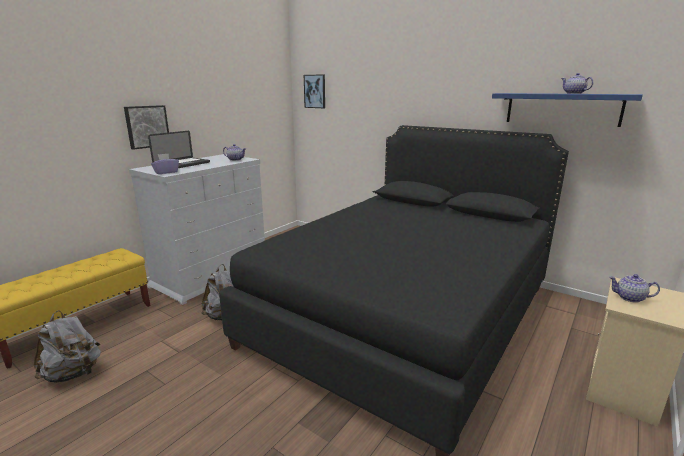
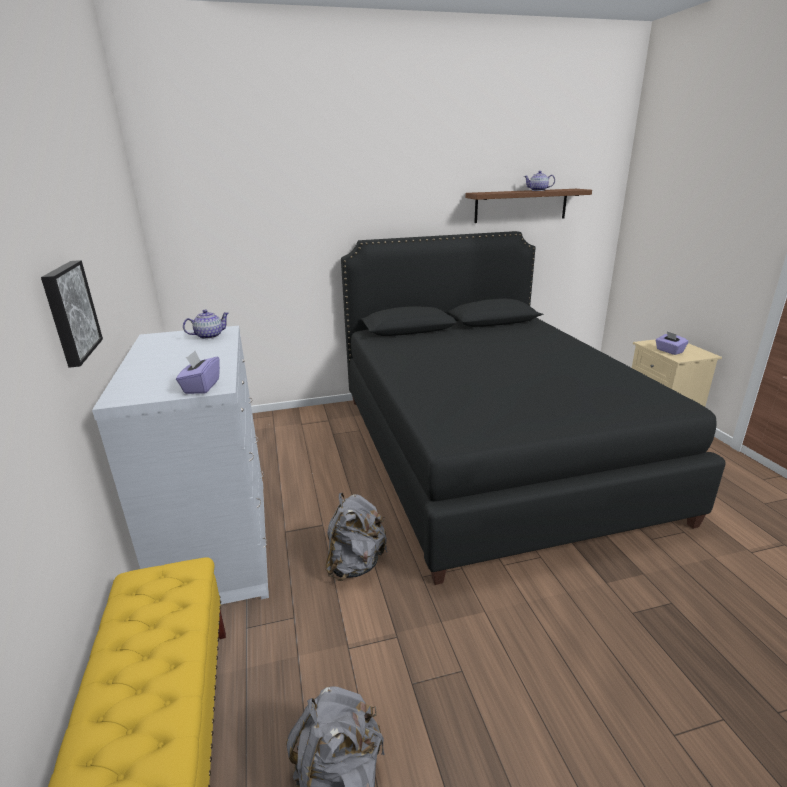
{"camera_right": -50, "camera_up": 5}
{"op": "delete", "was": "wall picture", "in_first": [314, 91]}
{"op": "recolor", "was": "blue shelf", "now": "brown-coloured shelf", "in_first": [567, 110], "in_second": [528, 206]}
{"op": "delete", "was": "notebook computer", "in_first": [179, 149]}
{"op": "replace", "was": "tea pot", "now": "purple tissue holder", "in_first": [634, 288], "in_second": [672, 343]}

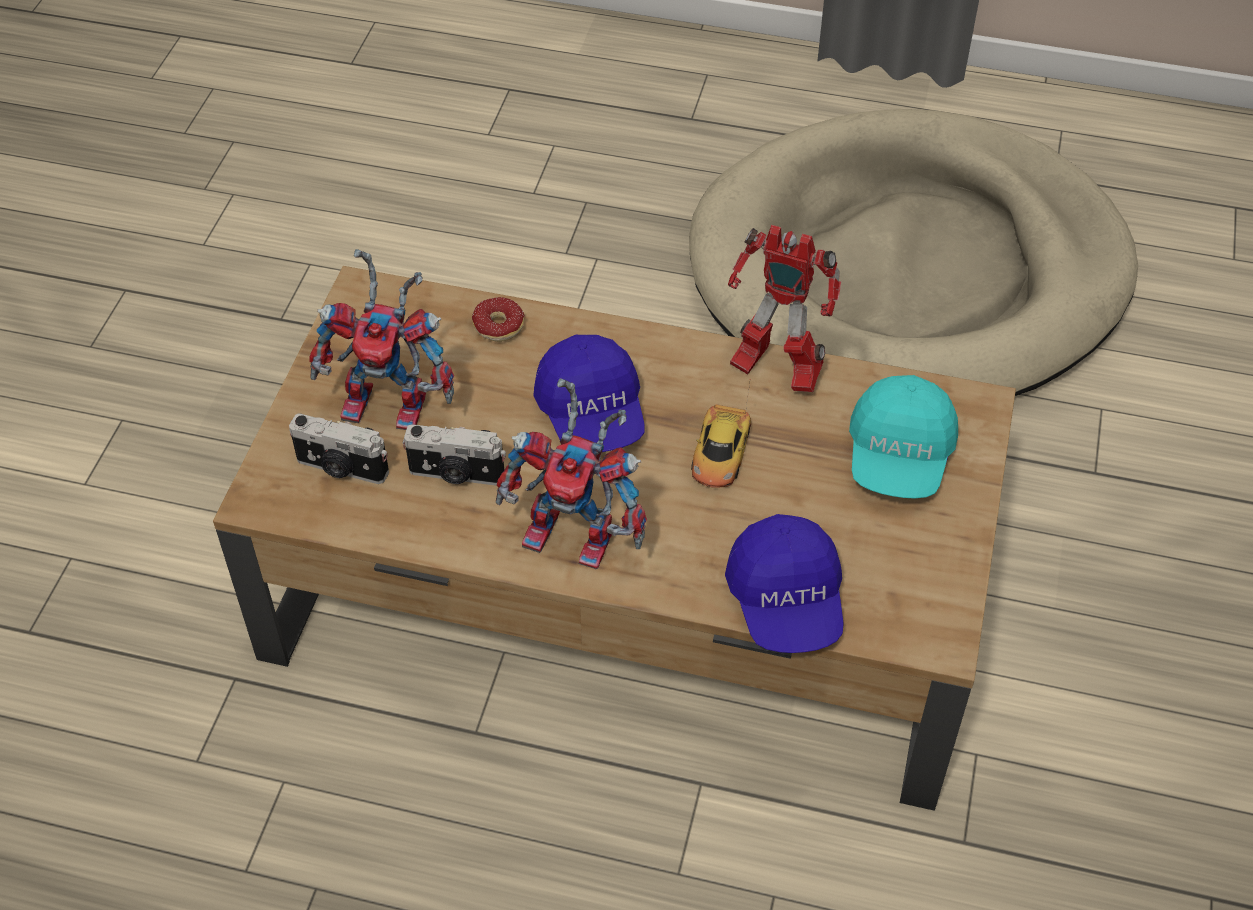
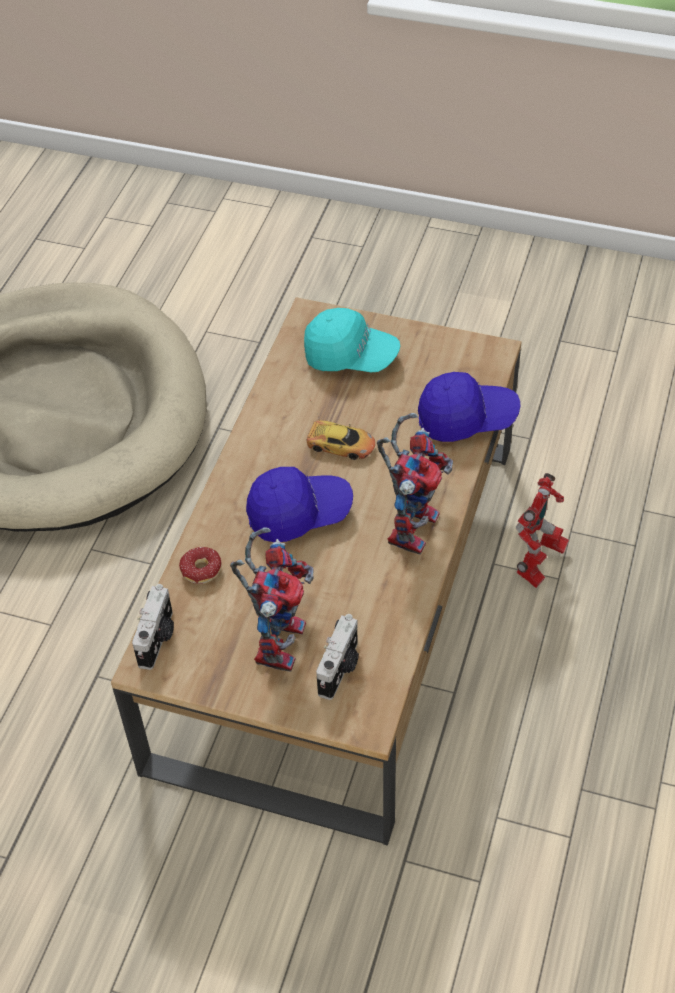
{"camera_right": -85, "camera_up": 0}
{"op": "move", "was": "toy robot", "in_first": [784, 308], "in_second": [542, 530]}
{"op": "move", "was": "still camera", "in_first": [454, 455], "in_second": [153, 627]}

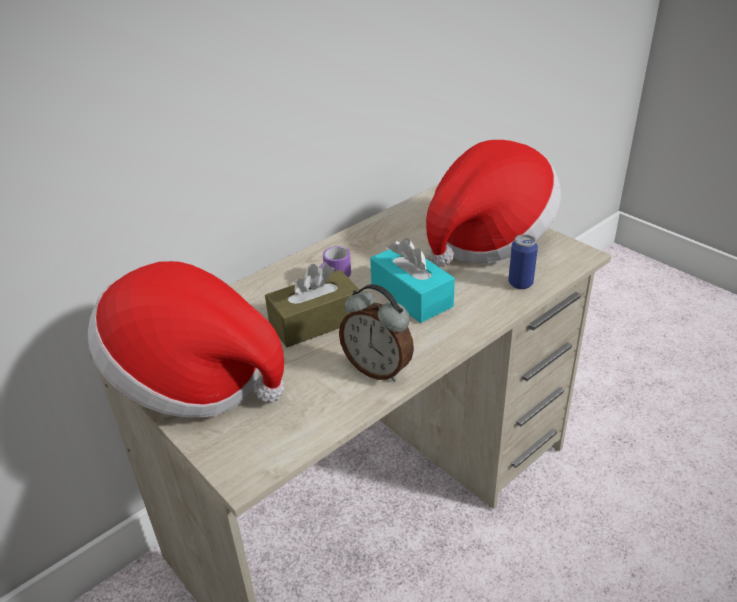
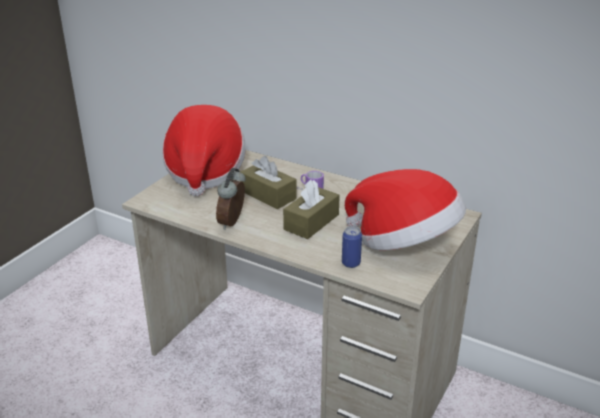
{"camera_right": 70, "camera_up": -5}
{"op": "recolor", "was": "blue-green tissue holder", "now": "brown-coloured tissue holder", "in_first": [412, 280], "in_second": [311, 209]}

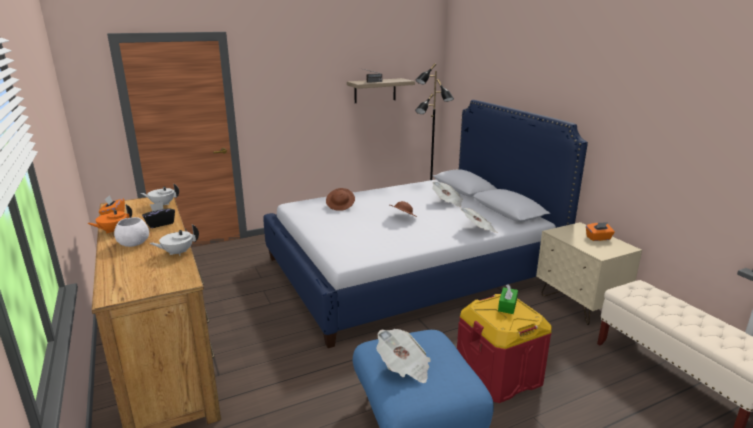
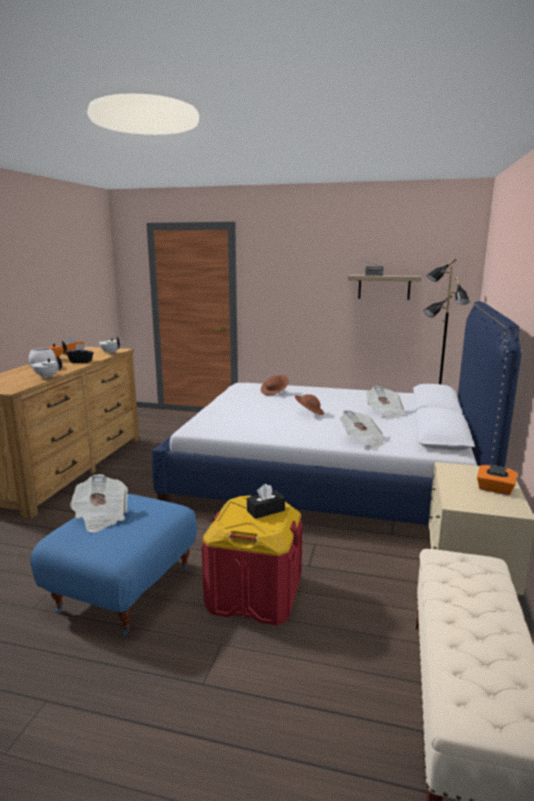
{"camera_right": 40, "camera_up": -5}
{"op": "recolor", "was": "green tissue holder", "now": "black-coloured tissue holder", "in_first": [508, 299], "in_second": [266, 501]}

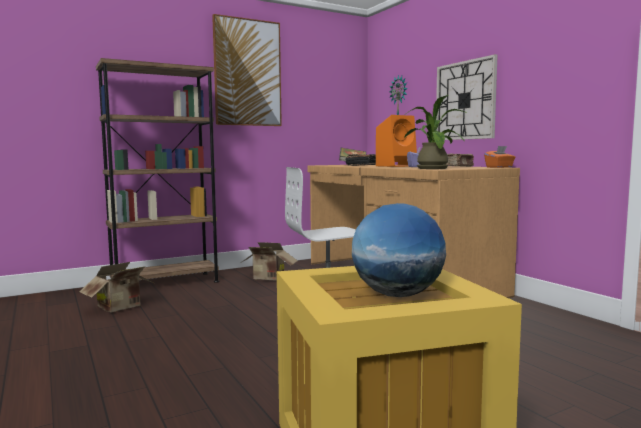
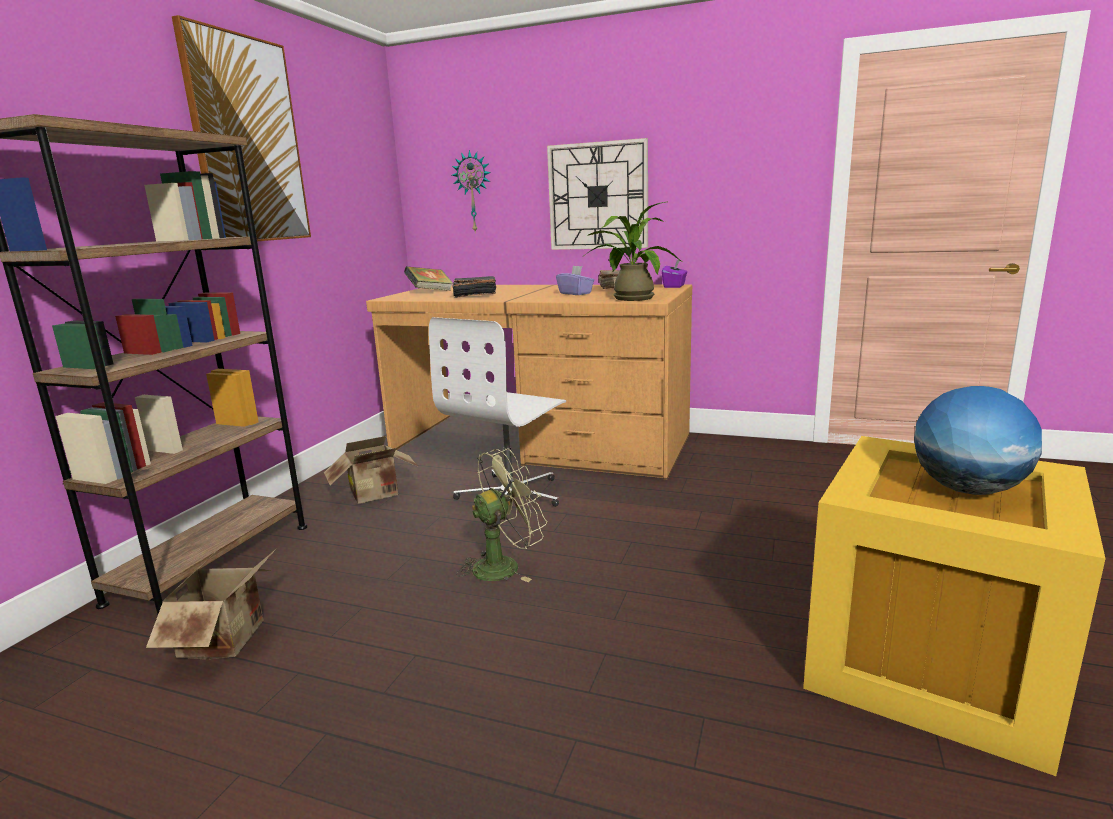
{"camera_right": -40, "camera_up": 10}
{"op": "delete", "was": "orangey audio speaker", "in_first": [396, 141]}
{"op": "recolor", "was": "orangey tissue holder", "now": "purple tissue holder", "in_first": [499, 157], "in_second": [674, 274]}
{"op": "insert", "now": "green fan", "in_second": [501, 515]}

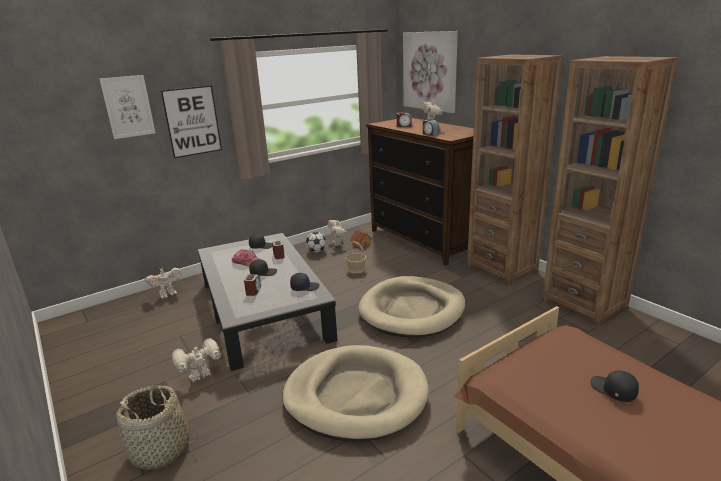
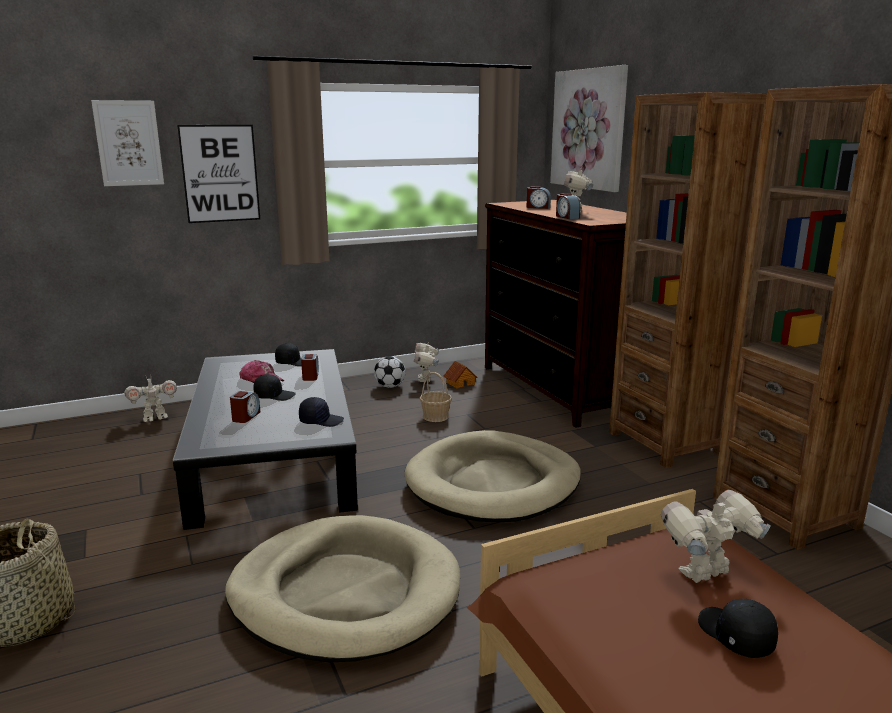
{"camera_right": 10, "camera_up": -5}
{"op": "move", "was": "toy robot", "in_first": [197, 360], "in_second": [716, 536]}

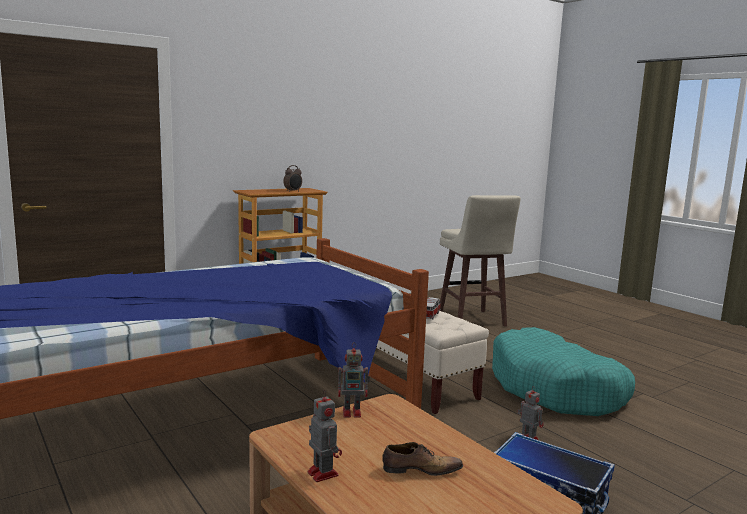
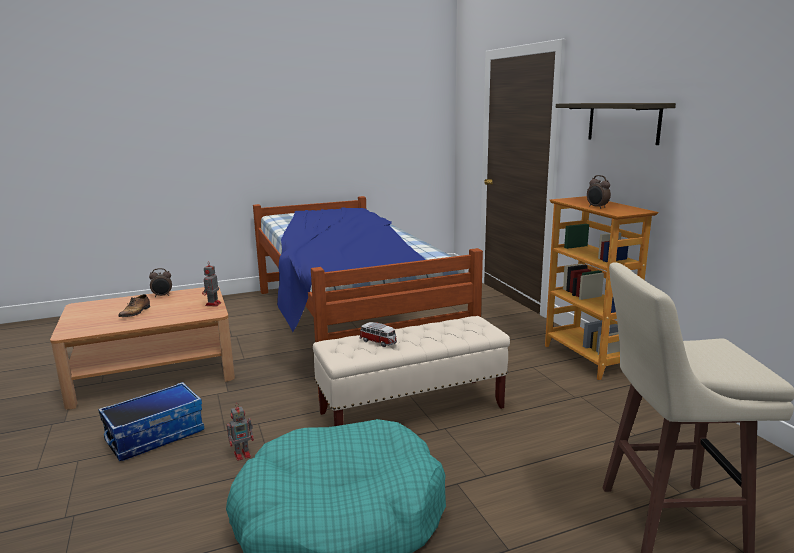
{"camera_right": 105, "camera_up": 5}
{"op": "replace", "was": "toy robot", "now": "bedside clock", "in_first": [325, 436], "in_second": [160, 282]}
{"op": "insert", "now": "shelf", "in_second": [616, 124]}

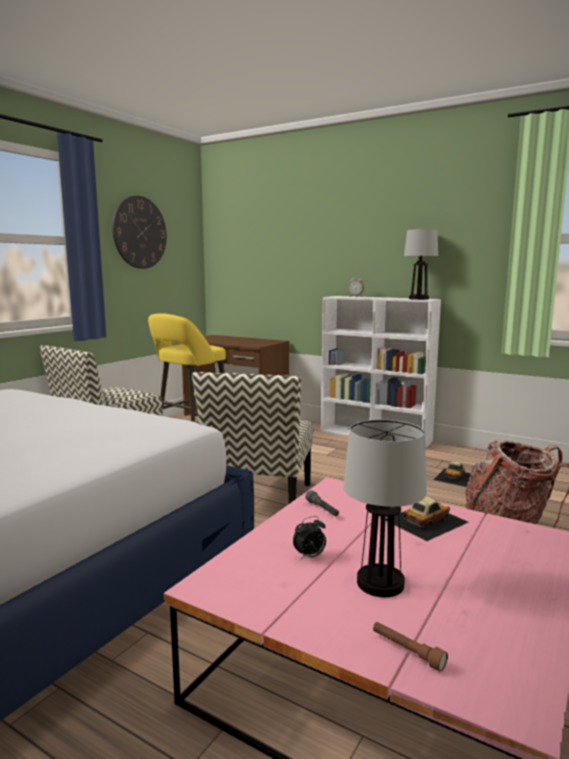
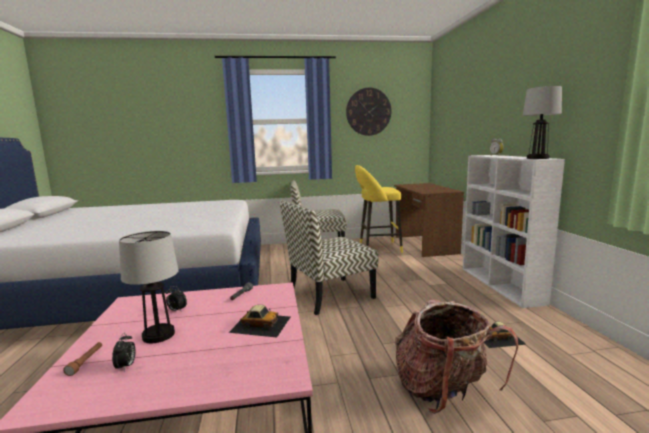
{"camera_right": 50, "camera_up": 0}
{"op": "insert", "now": "bedside clock", "in_second": [124, 352]}

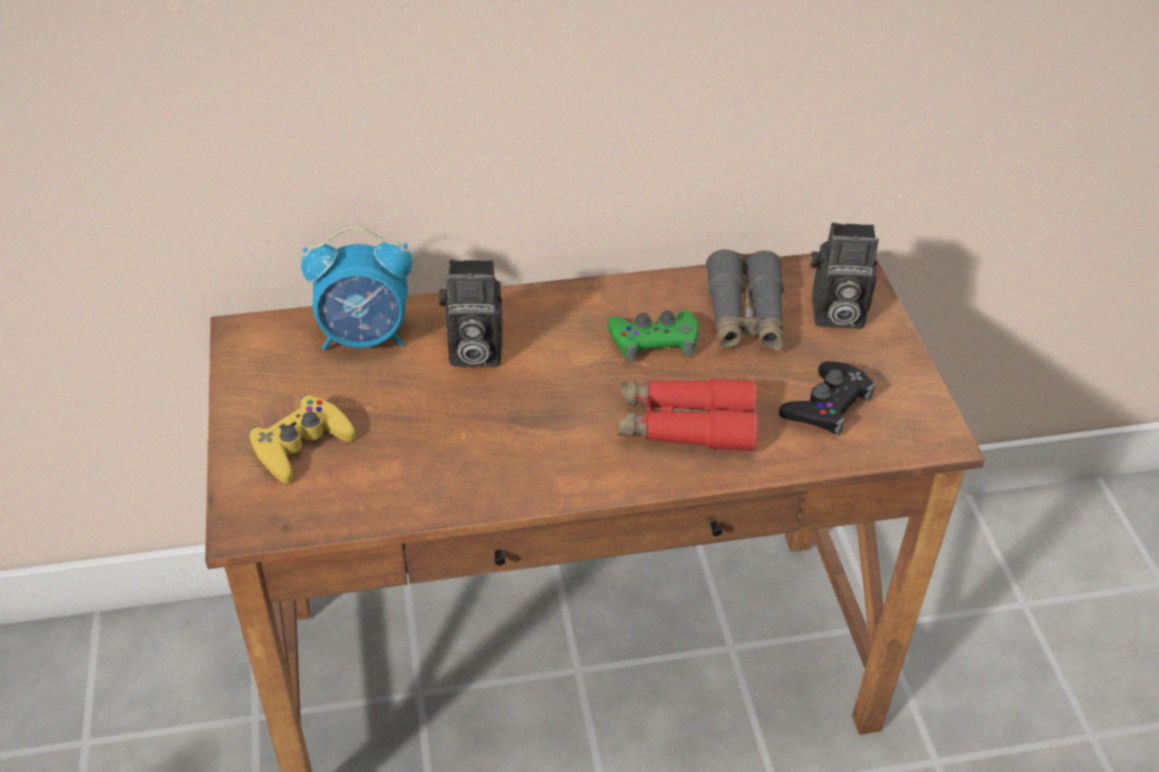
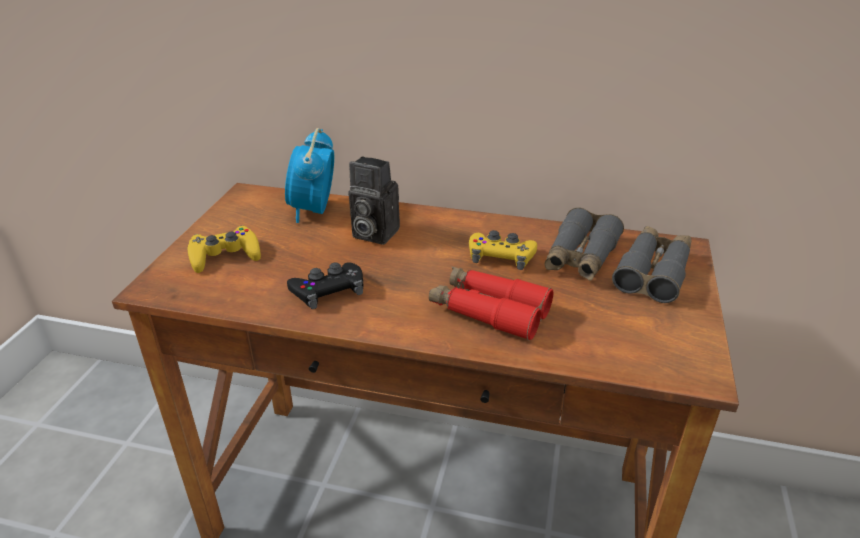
{"camera_right": 25, "camera_up": -10}
{"op": "replace", "was": "still camera", "now": "greyish field glasses", "in_first": [844, 276], "in_second": [652, 264]}
{"op": "rotate", "was": "bedside clock", "in_first": [356, 288], "in_second": [309, 175], "clockwise": 75}
{"op": "recolor", "was": "green joypad", "now": "yellow joypad", "in_first": [653, 336], "in_second": [503, 250]}
{"op": "move", "was": "black-coloured joypad", "in_first": [827, 398], "in_second": [325, 285]}

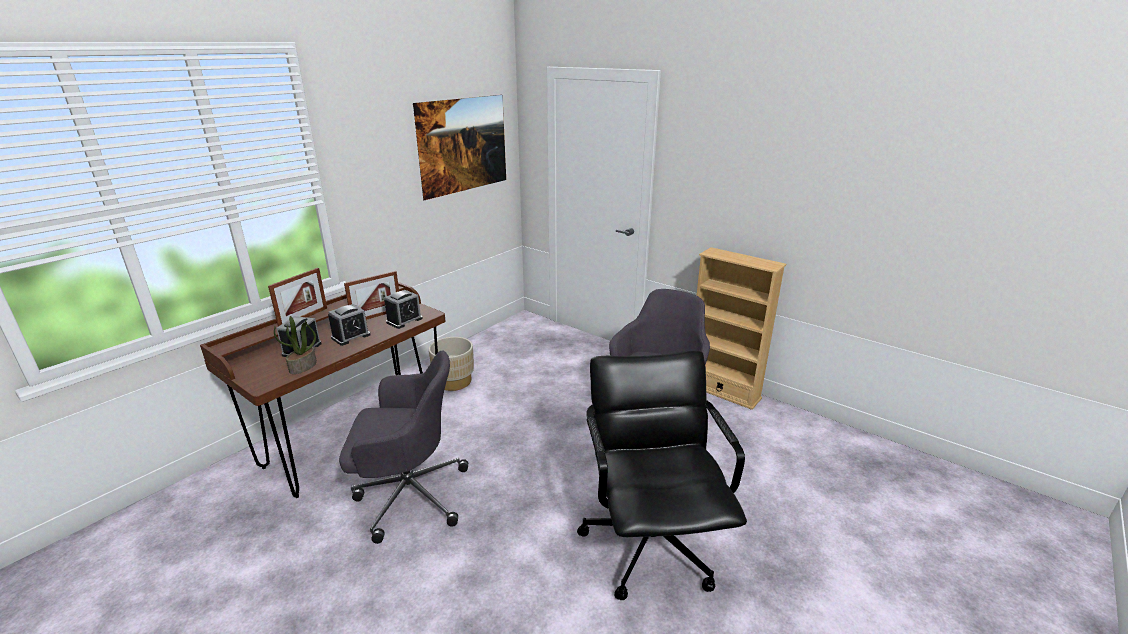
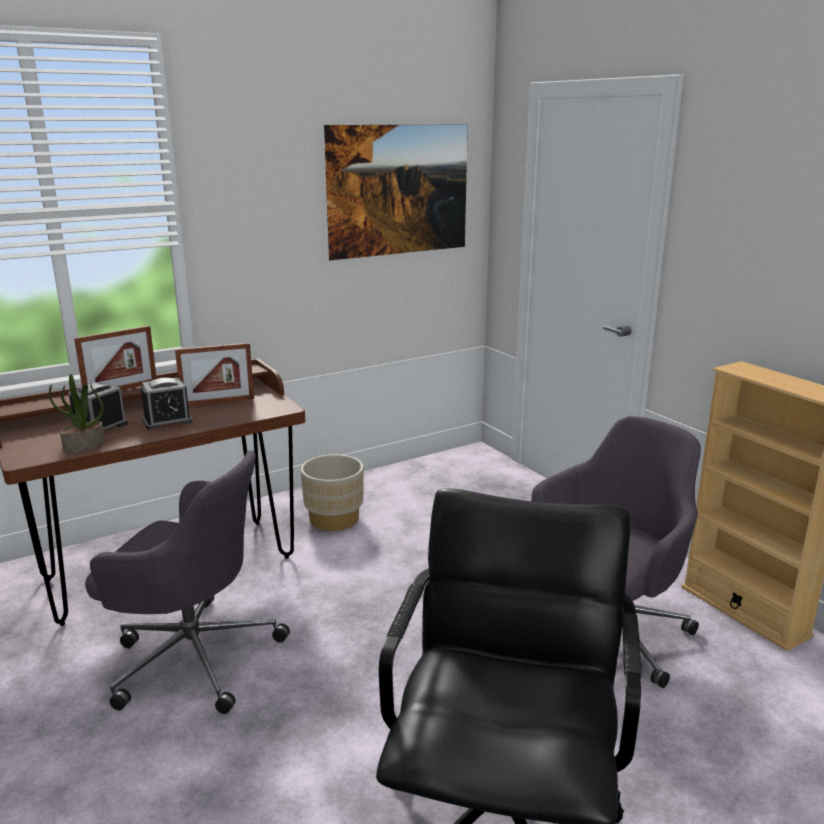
{"camera_right": 20, "camera_up": -5}
{"op": "delete", "was": "bedside clock", "in_first": [403, 309]}

